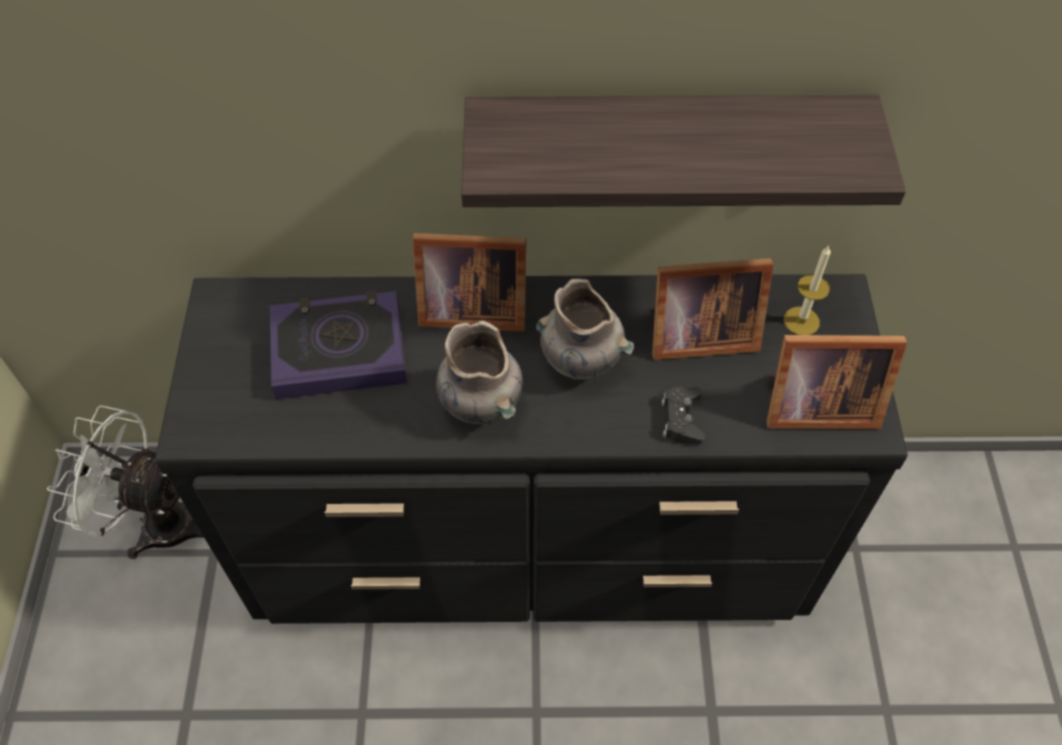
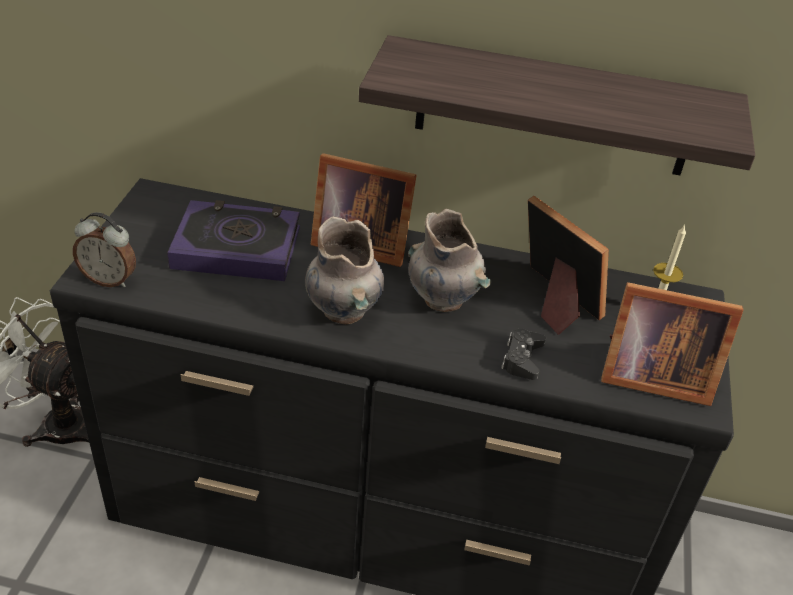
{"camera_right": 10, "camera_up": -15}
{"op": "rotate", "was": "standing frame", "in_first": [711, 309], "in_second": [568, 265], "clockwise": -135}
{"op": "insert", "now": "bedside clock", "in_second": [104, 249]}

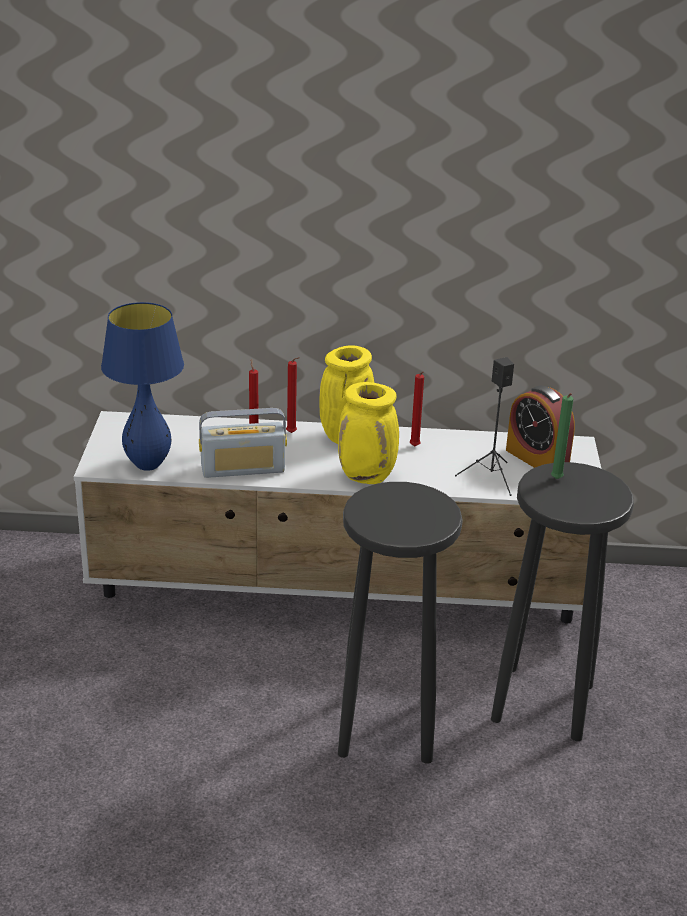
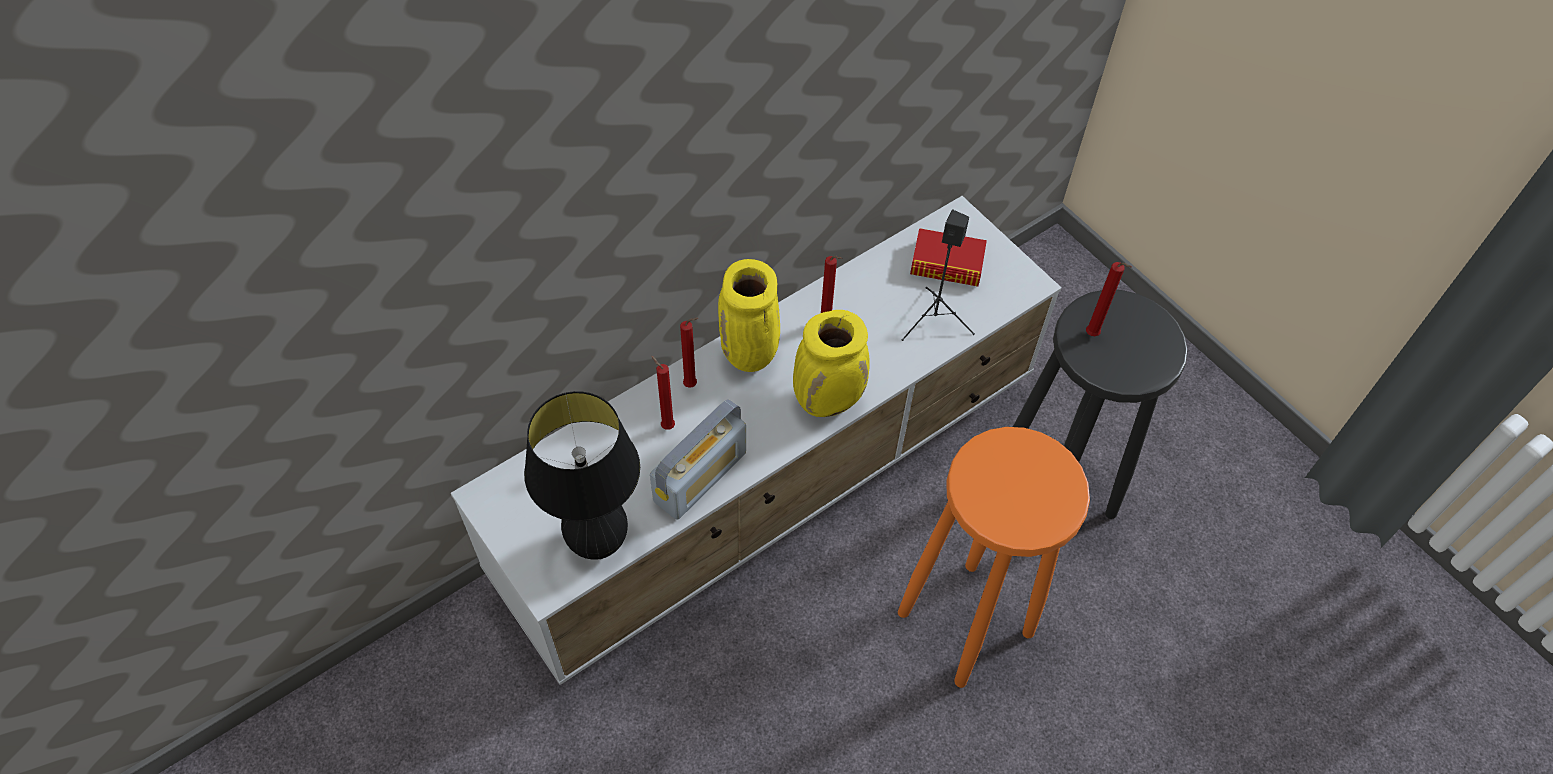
{"camera_right": -40, "camera_up": 25}
{"op": "recolor", "was": "blue lamp for a table", "now": "black-coloured lamp for a table", "in_first": [142, 386], "in_second": [582, 475]}
{"op": "replace", "was": "bedside clock", "now": "volume", "in_first": [540, 427], "in_second": [948, 257]}
{"op": "recolor", "was": "green wax light", "now": "reddish wax light", "in_first": [562, 436], "in_second": [1109, 299]}
{"op": "recolor", "was": "black-coloured sitting stool", "now": "orangey sitting stool", "in_first": [400, 623], "in_second": [994, 557]}

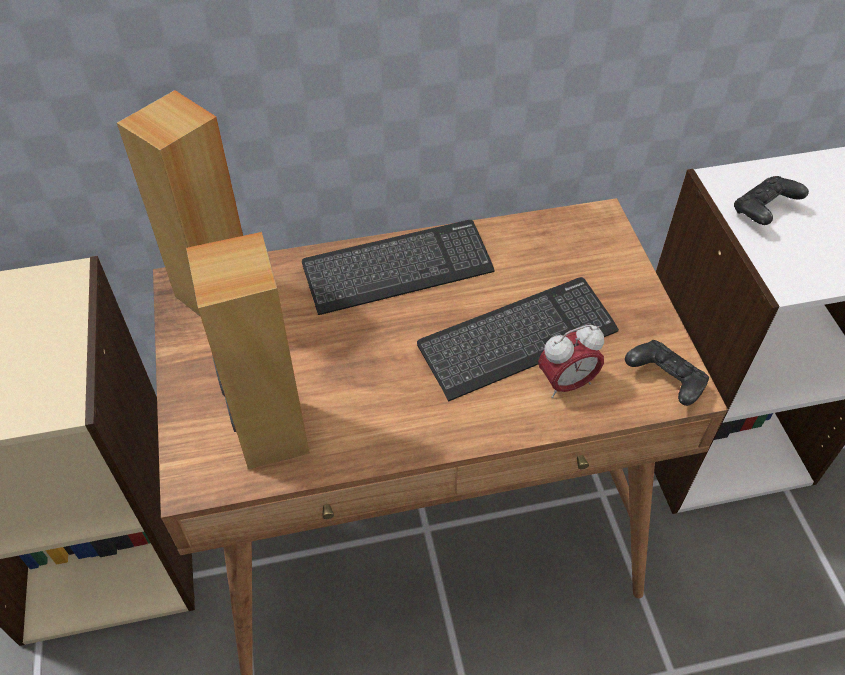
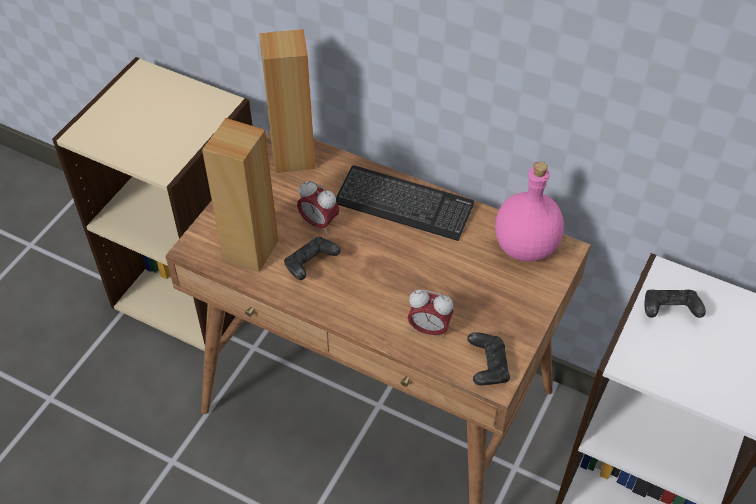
{"camera_right": 40, "camera_up": 0}
{"op": "delete", "was": "computer keyboard", "in_first": [518, 339]}
{"op": "insert", "now": "pink-coloured drink bottle", "in_second": [529, 212]}
{"op": "insert", "now": "bedside clock", "in_second": [318, 207]}
{"op": "insert", "now": "black-coloured joypad", "in_second": [312, 258]}

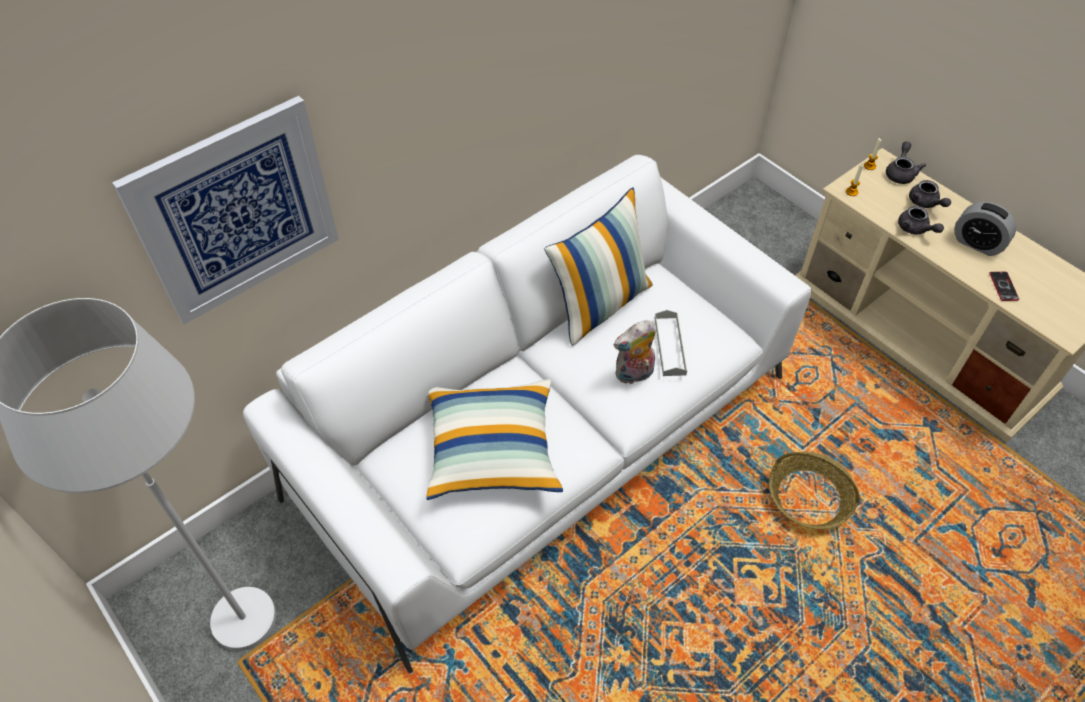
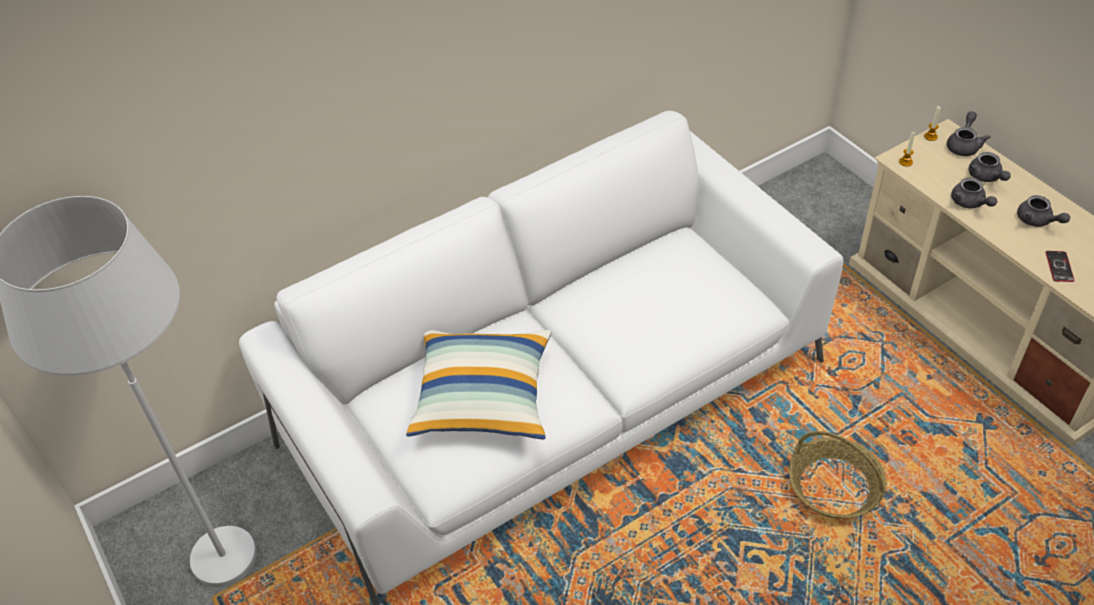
{"camera_right": 10, "camera_up": -5}
{"op": "delete", "was": "wall picture", "in_first": [225, 210]}
{"op": "delete", "was": "cushion", "in_first": [598, 266]}
{"op": "replace", "was": "bedside clock", "now": "greyish tea pot", "in_first": [985, 229], "in_second": [1043, 211]}
{"op": "delete", "was": "greyish tray", "in_first": [670, 343]}
{"op": "delete", "was": "cuddly toy", "in_first": [635, 352]}

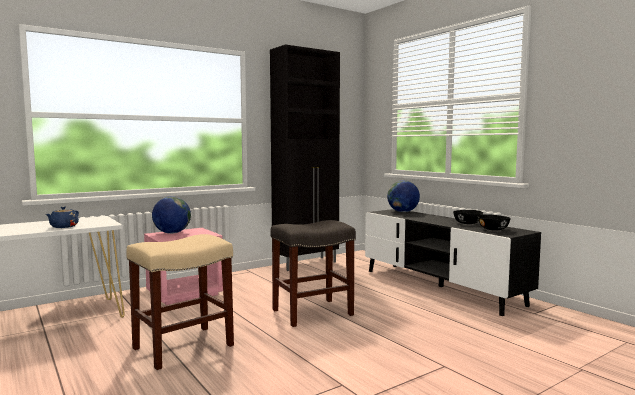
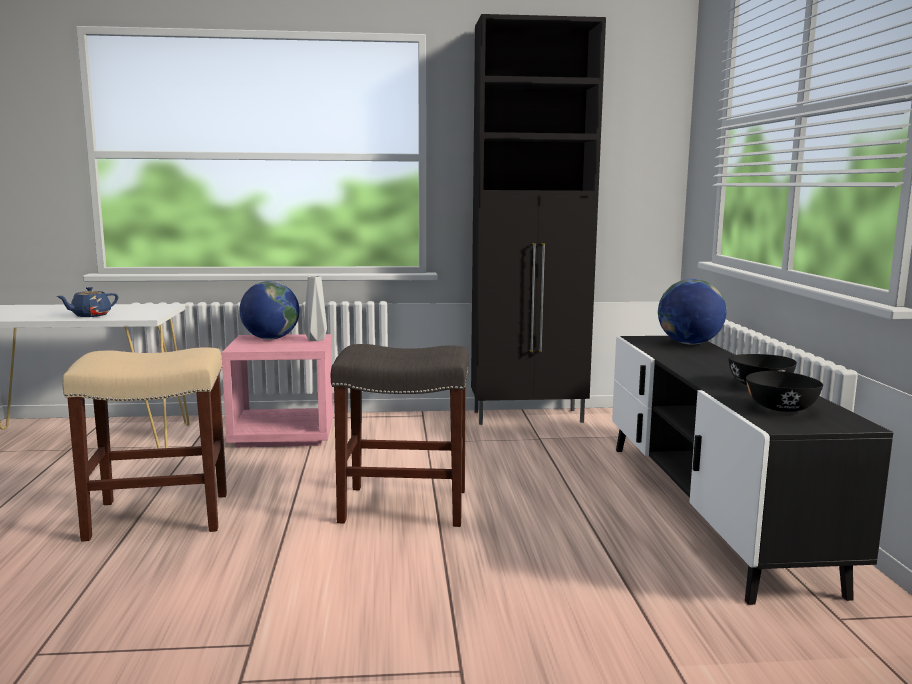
{"camera_right": 30, "camera_up": 5}
{"op": "insert", "now": "greyish decorative vase", "in_second": [315, 308]}

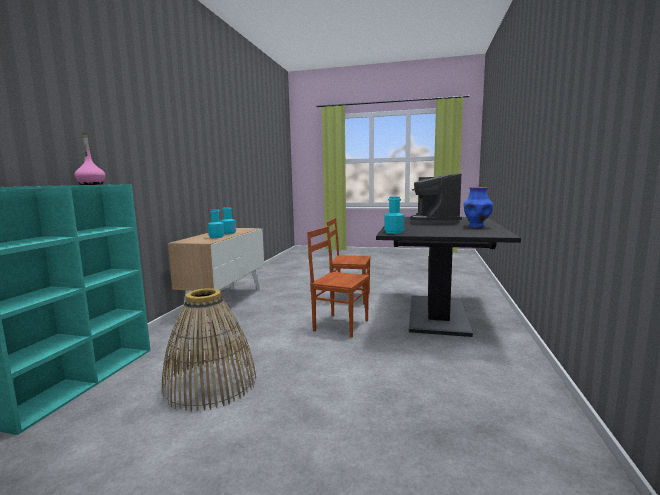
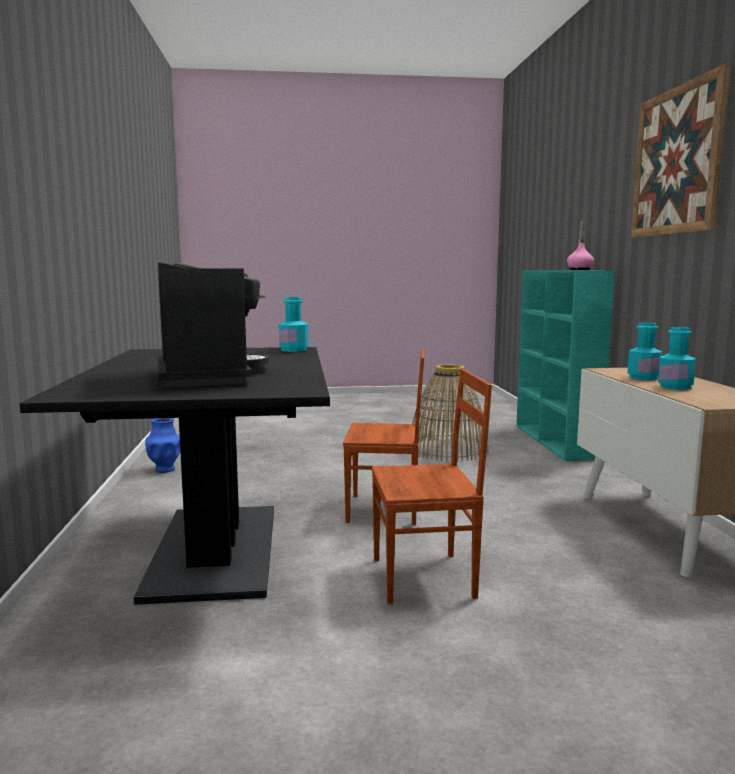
{"camera_right": 160, "camera_up": 0}
{"op": "move", "was": "blue decorative vase", "in_first": [478, 207], "in_second": [162, 445]}
{"op": "insert", "now": "wall picture", "in_second": [680, 150]}

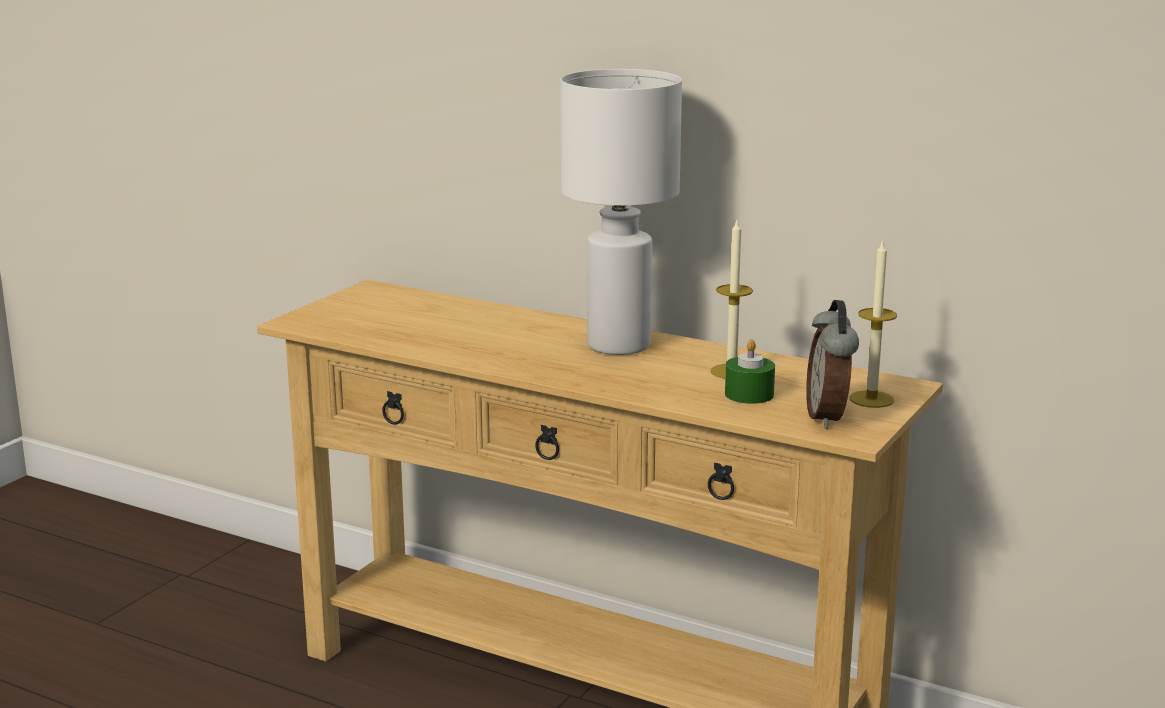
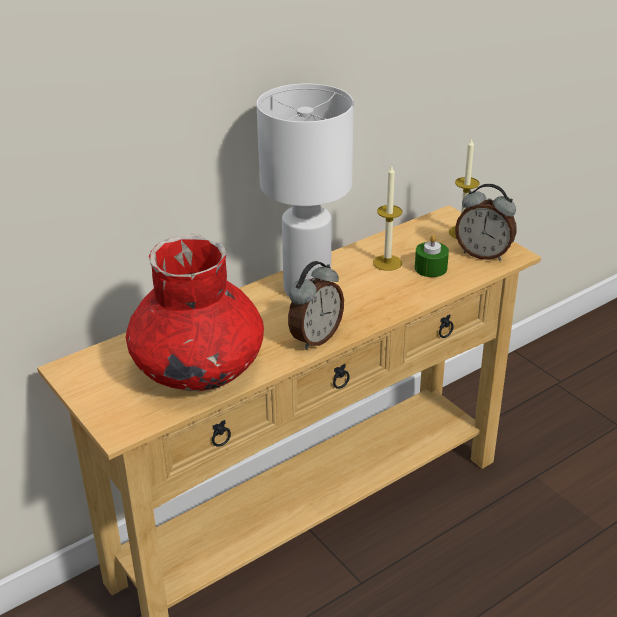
{"camera_right": -65, "camera_up": 15}
{"op": "insert", "now": "reddish decorative vase", "in_second": [195, 312]}
{"op": "insert", "now": "bedside clock", "in_second": [316, 305]}

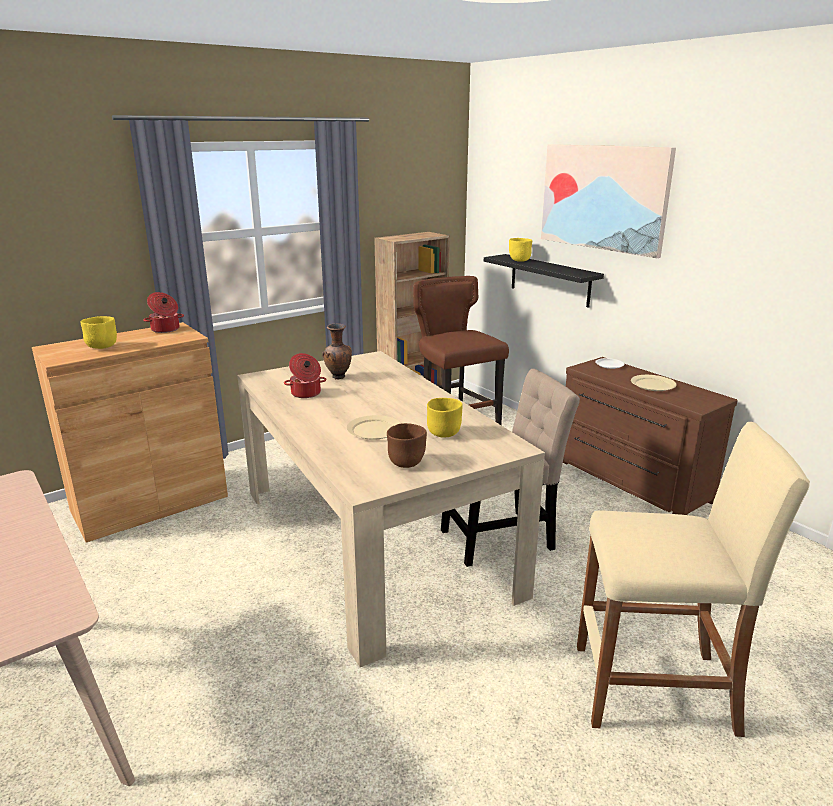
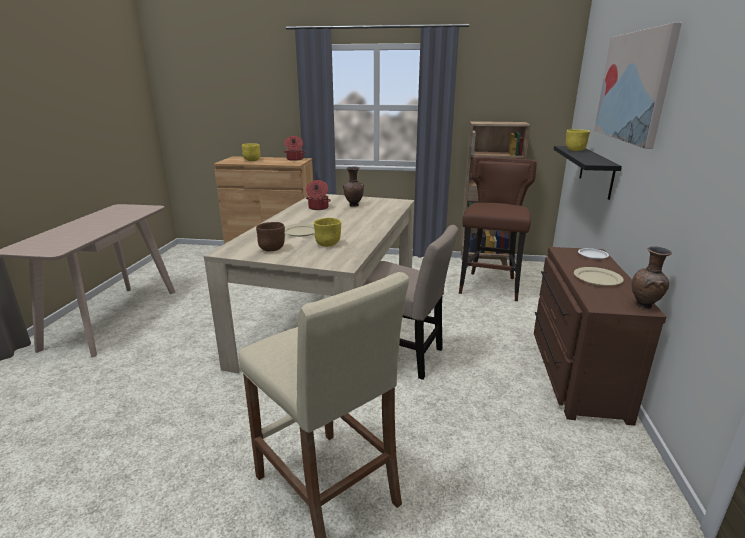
{"camera_right": 45, "camera_up": 0}
{"op": "insert", "now": "brown-coloured decorative vase", "in_second": [652, 277]}

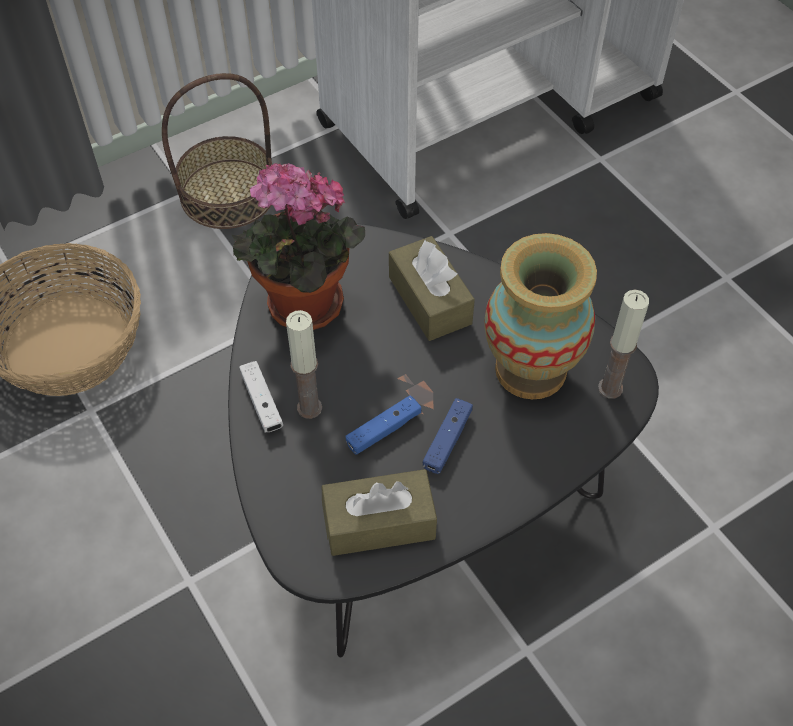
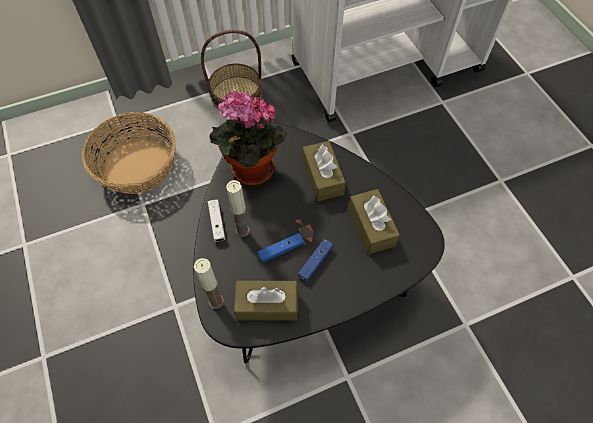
{"camera_right": 10, "camera_up": 5}
{"op": "replace", "was": "decorative vase", "now": "brown-coloured tissue holder", "in_first": [540, 316], "in_second": [374, 221]}
{"op": "move", "was": "wax light", "in_first": [623, 344], "in_second": [209, 283]}

